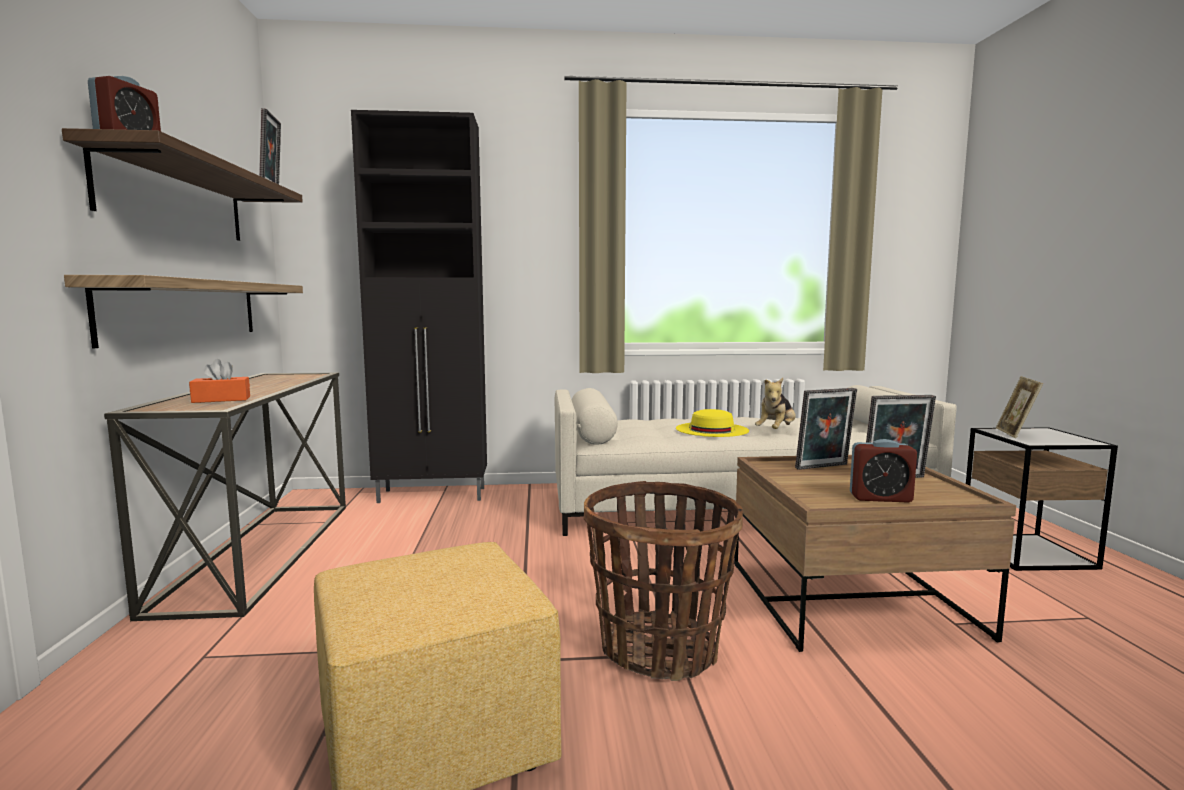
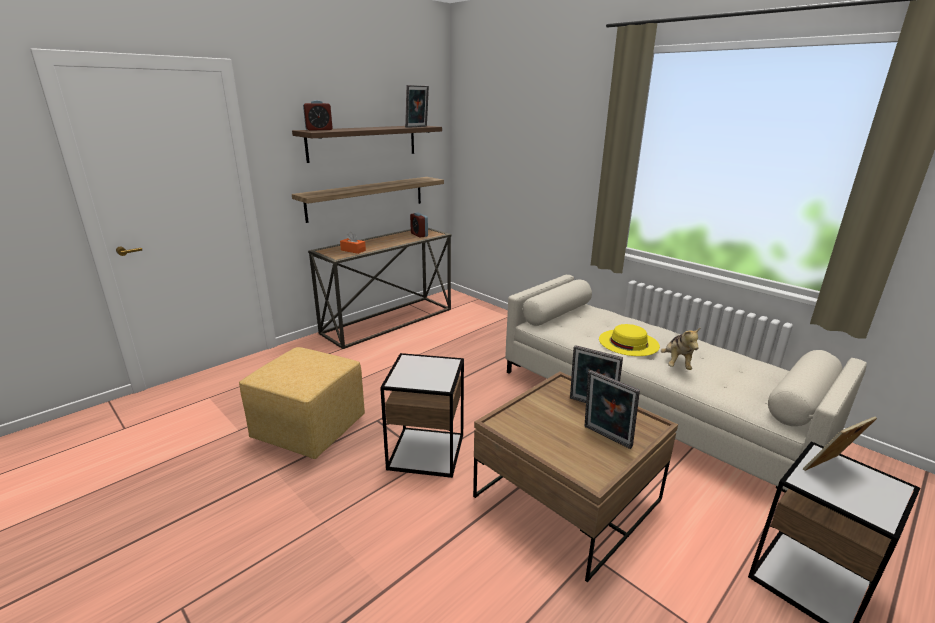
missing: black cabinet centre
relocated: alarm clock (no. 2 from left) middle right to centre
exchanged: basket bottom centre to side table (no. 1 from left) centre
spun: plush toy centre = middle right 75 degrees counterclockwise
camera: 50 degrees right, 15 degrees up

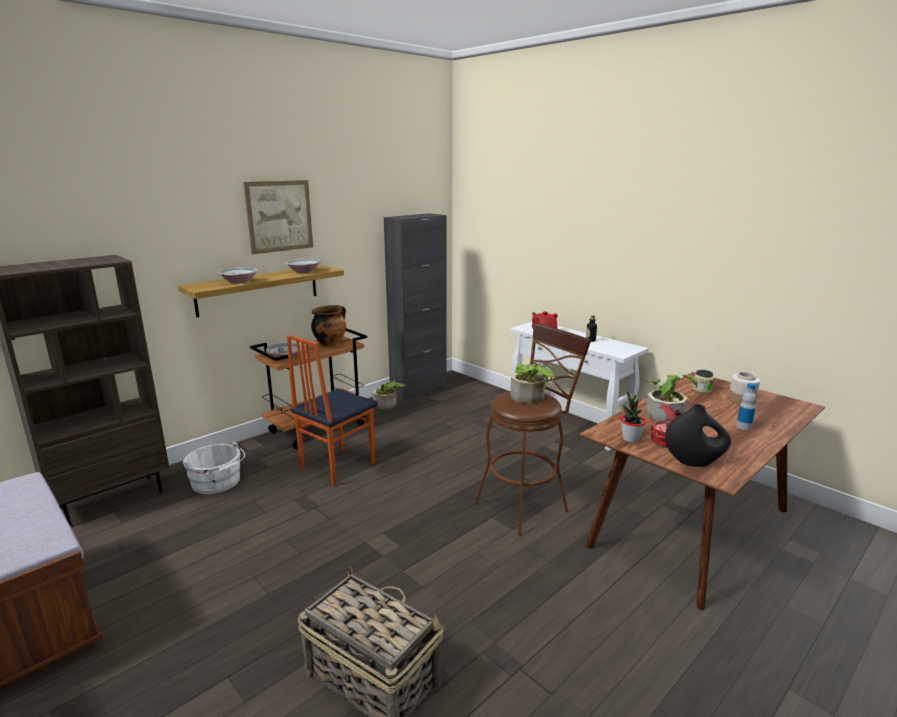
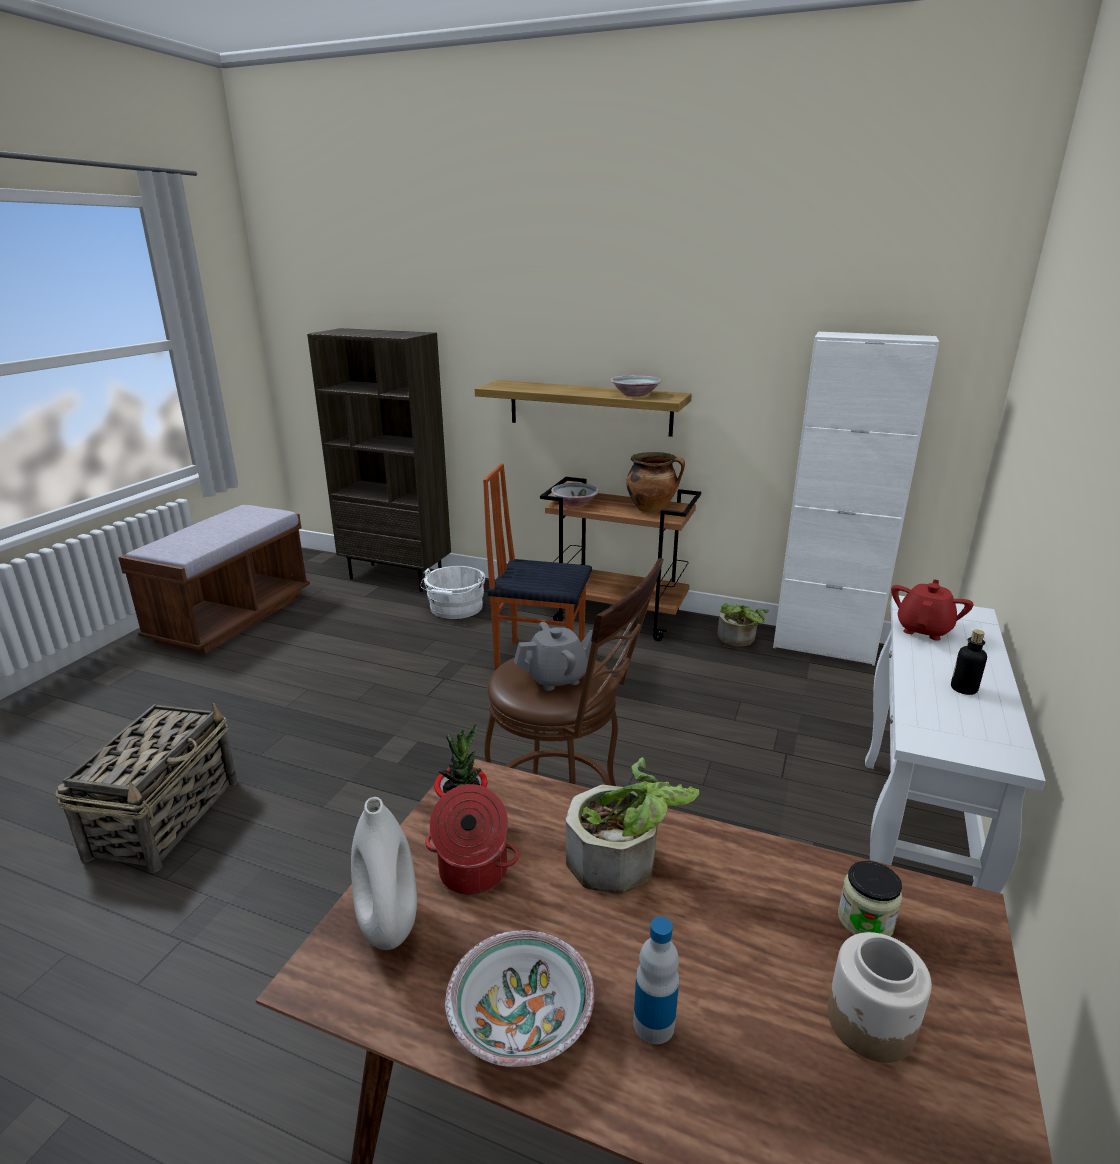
missing: picture top left
relocated: bowl (no. 1 from left) middle left to bottom centre
exchanged: potted plant (no. 2 from left) centre to grey teapot centre
colour: black cabinet centre to white cabinet middle right; black vase middle right to white vase bottom centre
camera: 65 degrees right, 5 degrees up

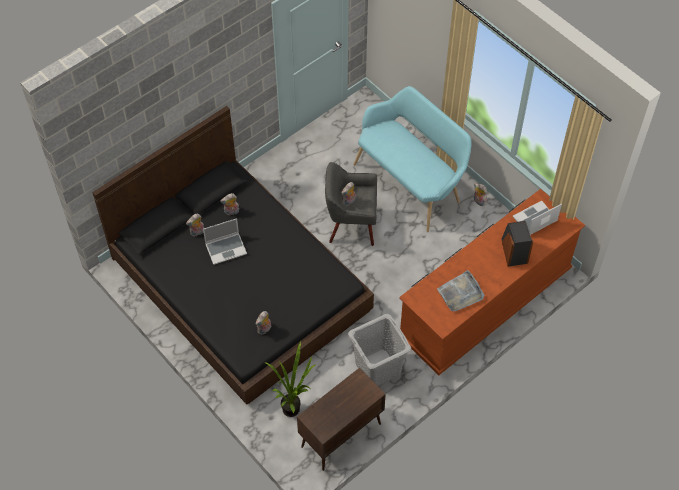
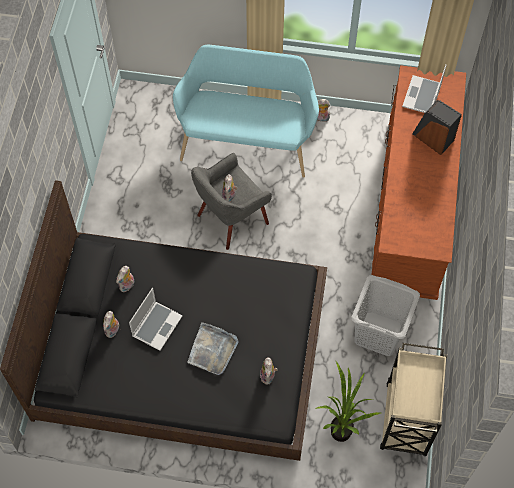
relocated: grey tray middle right to bottom centre
exchanged: brown cabinet bottom centre to beige cart bottom right
camera: 40 degrees left, 5 degrees up

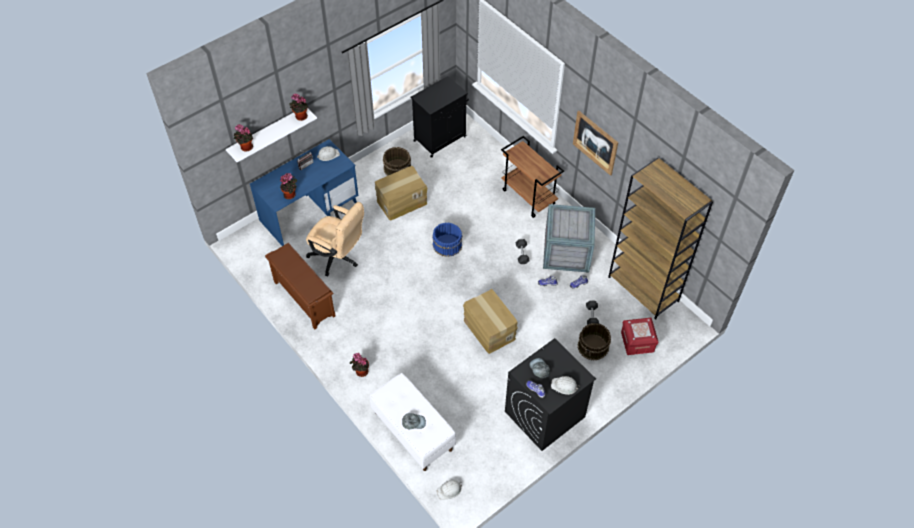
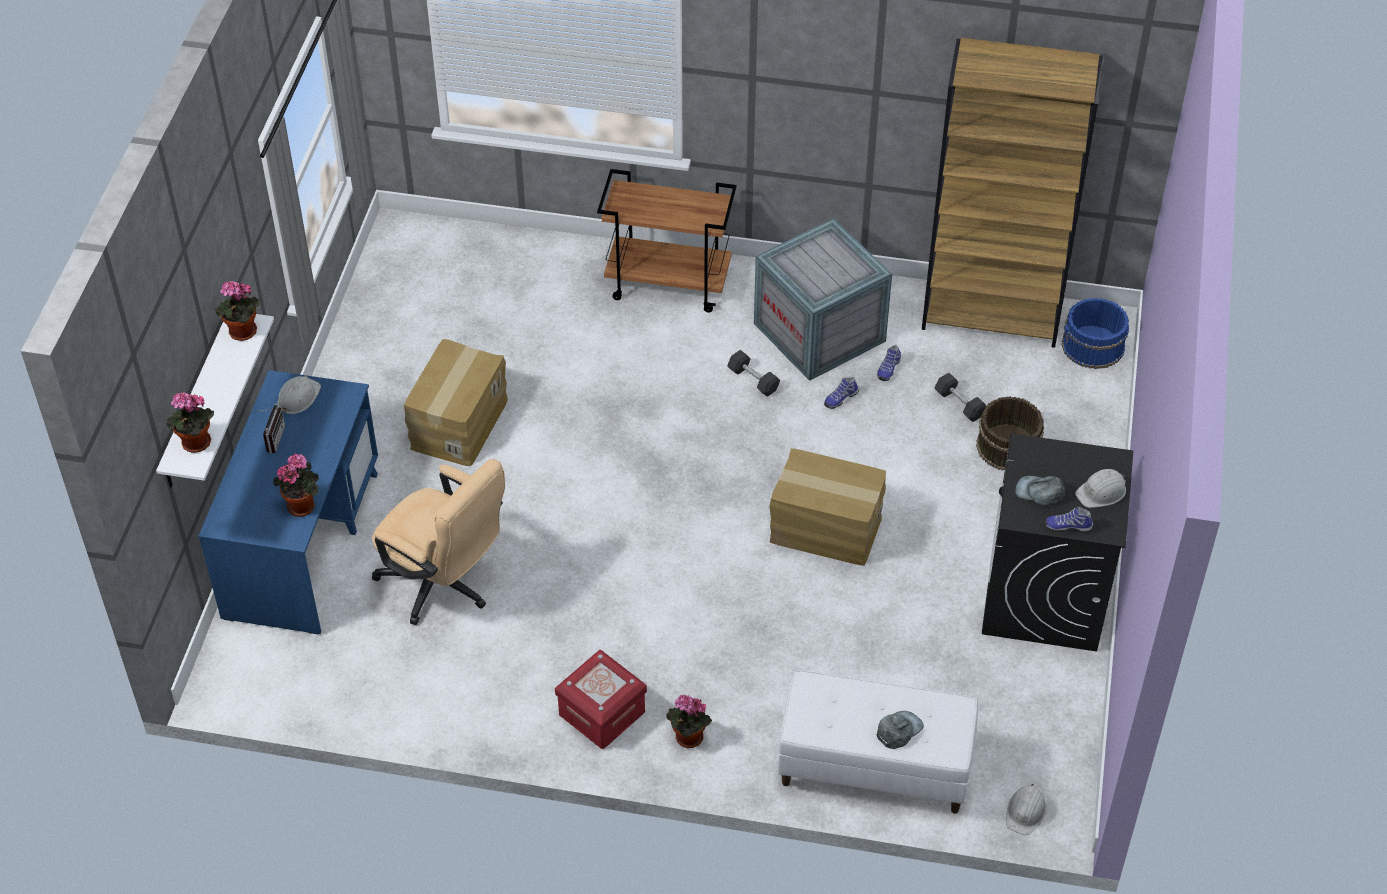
missing: brown shoe rack middle left; brown bucket (no. 1 from left) top centre; black cabinet top centre; picture top centre
relocated: blue bucket centre to middle right; red storage box middle right to bottom centre
spun: beige office chair centre = middle left 45 degrees clockwise
camera: 40 degrees left, 5 degrees down

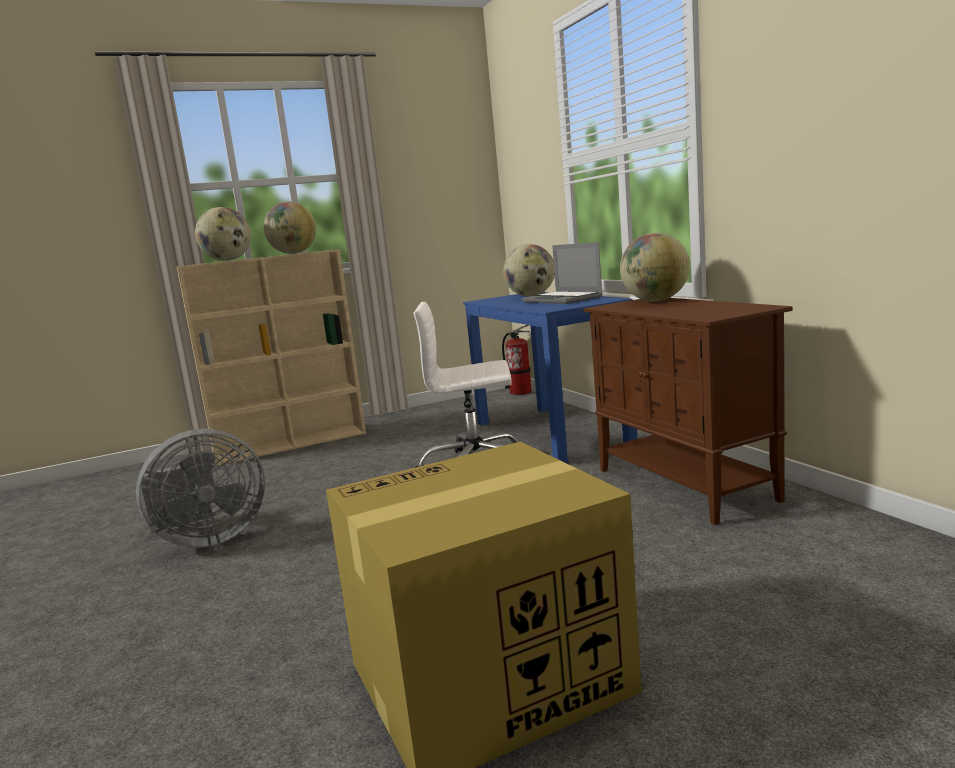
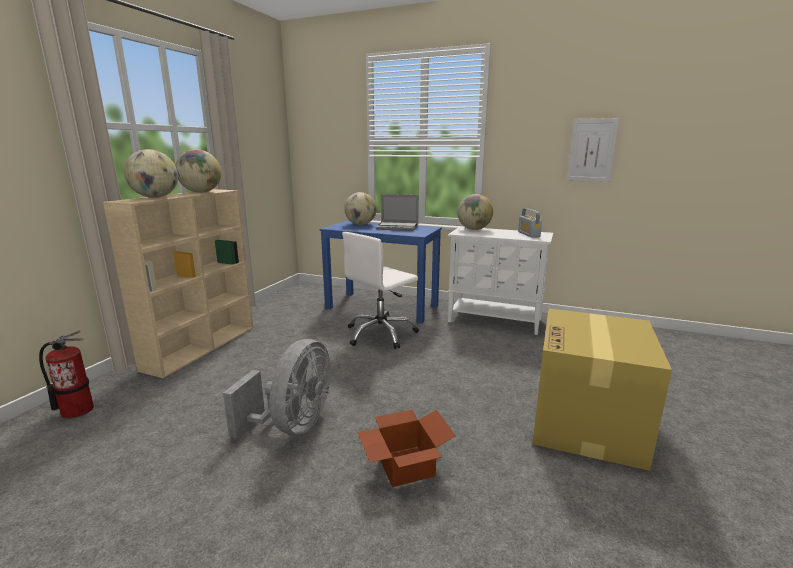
appeared: cardboard box (no. 1 from left) bottom centre; radio middle right; picture top right
relocated: fire extinguisher centre to middle left
colour: brown cabinet middle right to white cabinet centre
camera: 45 degrees left, 5 degrees up

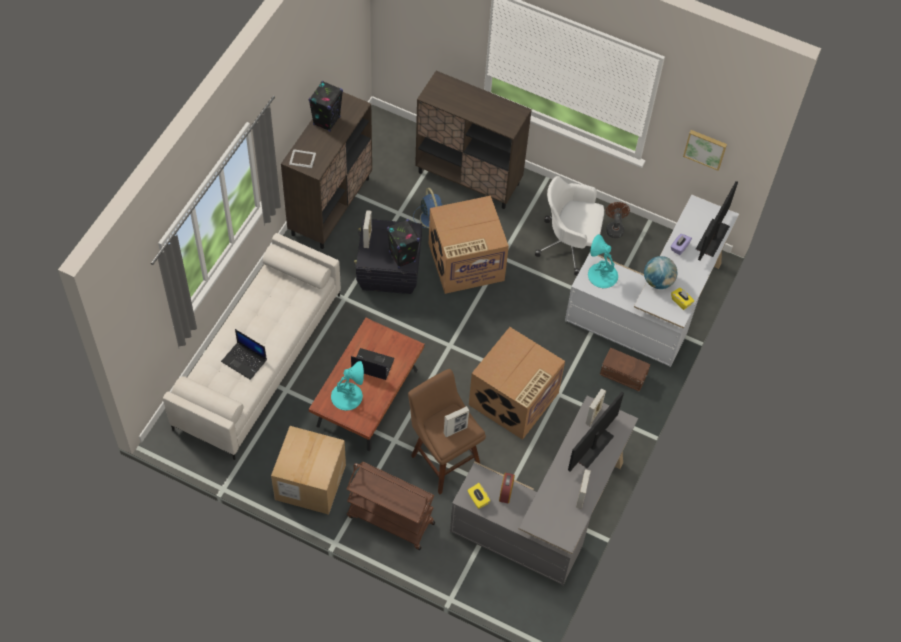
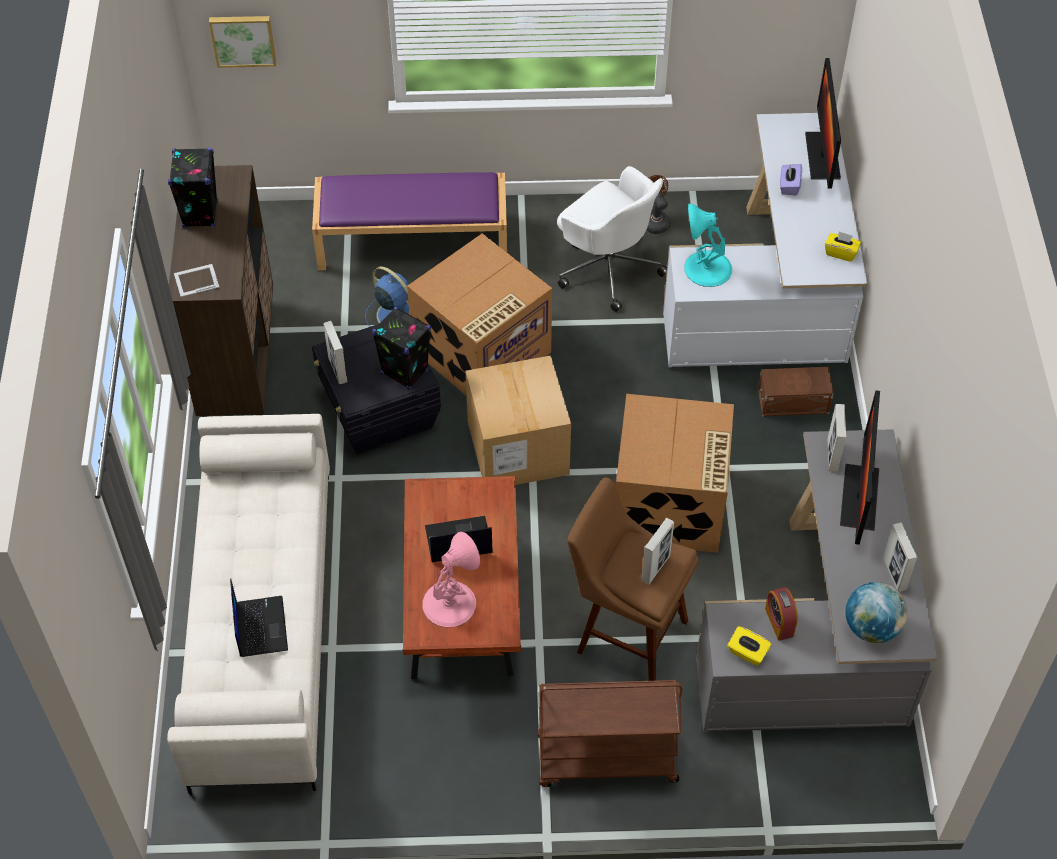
relocated: cardboard box (no. 1 from left in the first image) bottom centre to cardboard box (no. 2 from left) centre; globe middle right to bottom right; picture top right to top left
exchanged: brown cabinet (no. 2 from left) top centre to purple bench top centre
colour: turquoise table lamp (no. 1 from left) centre to pink table lamp bottom centre
spun: laptop (no. 1 from left) middle left = bottom left 105 degrees counterclockwise; white office chair centre = top centre 120 degrees counterclockwise
camera: 25 degrees left, 5 degrees down

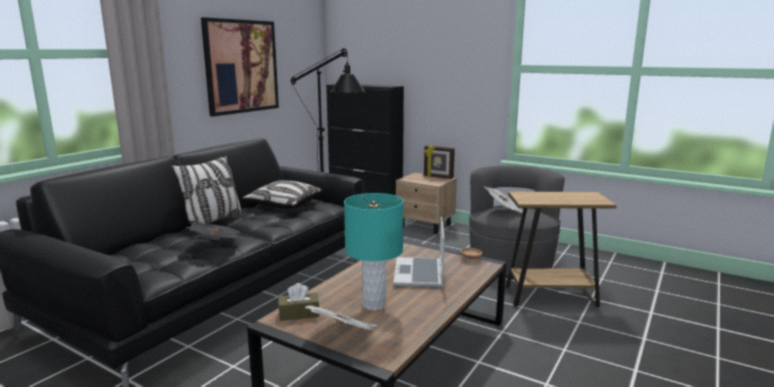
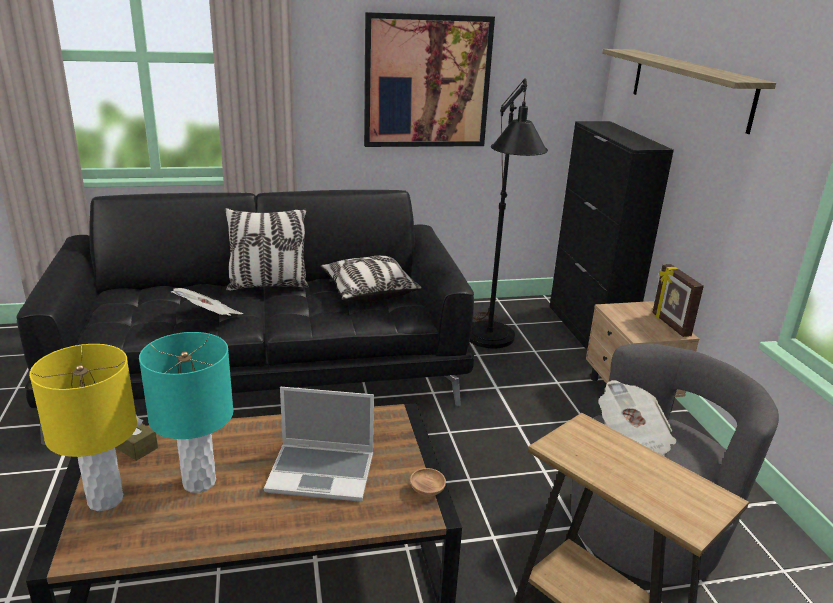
appeared: shelf top right
exchanged: newspaper (no. 2 from left) bottom centre to yellow table lamp bottom left
spun: laptop centre = bottom centre 135 degrees counterclockwise
camera: 45 degrees right, 10 degrees up

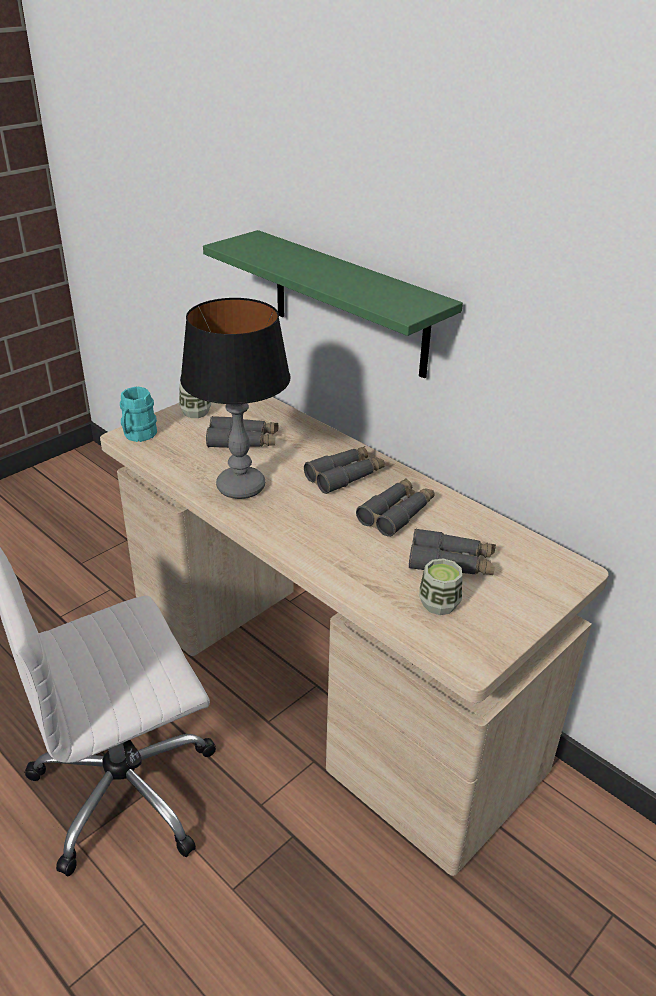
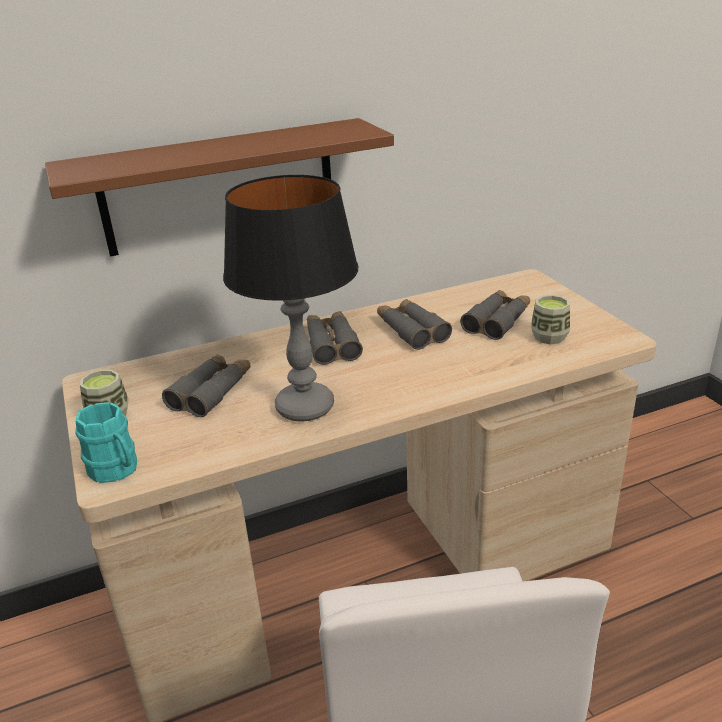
colour: green shelf top centre to brown shelf top left
camera: 65 degrees left, 5 degrees down

